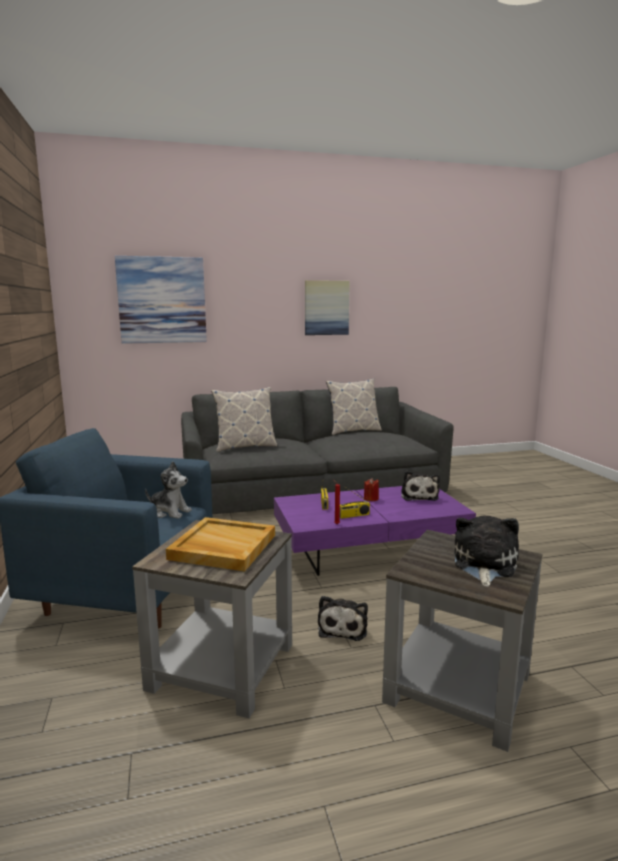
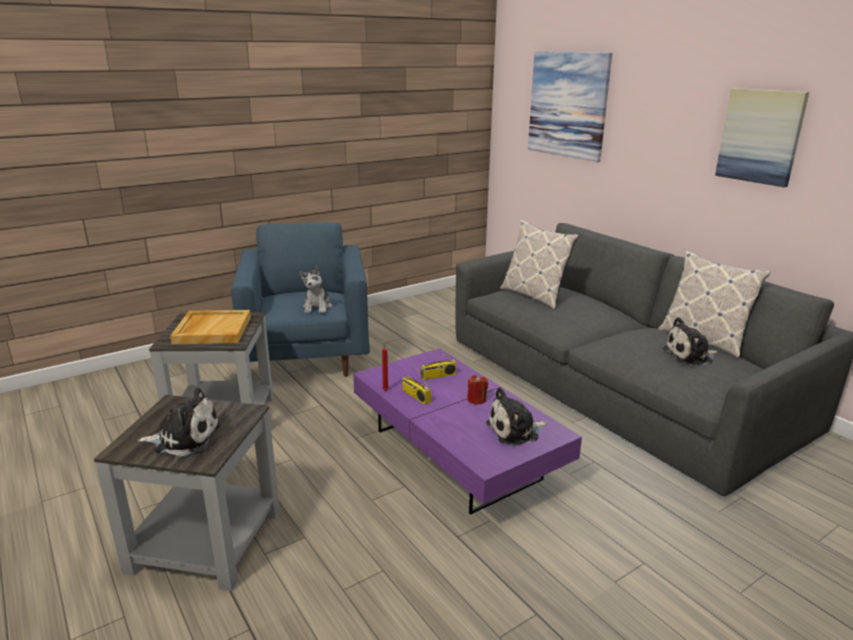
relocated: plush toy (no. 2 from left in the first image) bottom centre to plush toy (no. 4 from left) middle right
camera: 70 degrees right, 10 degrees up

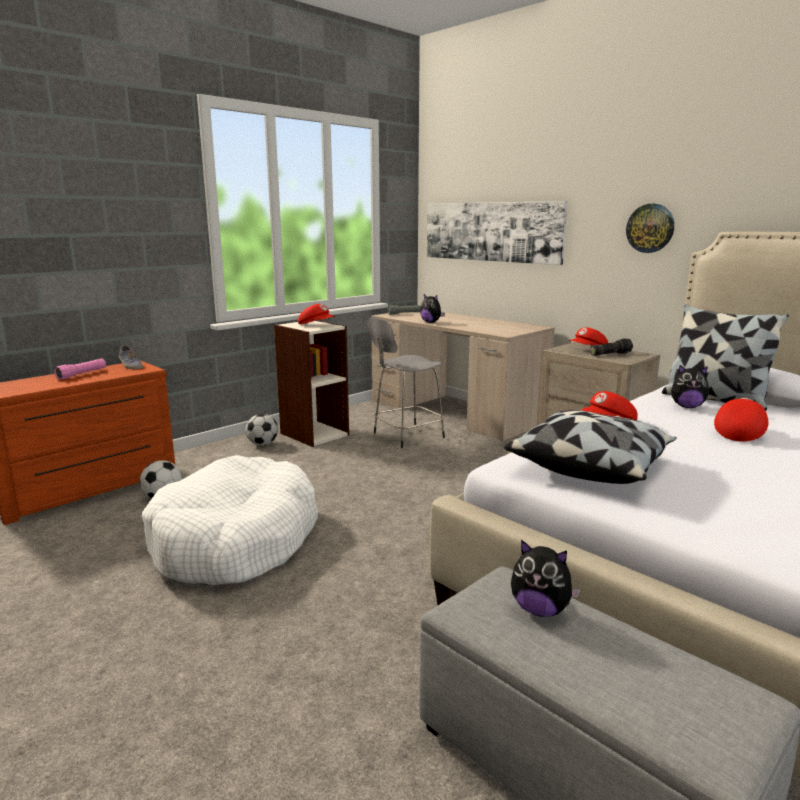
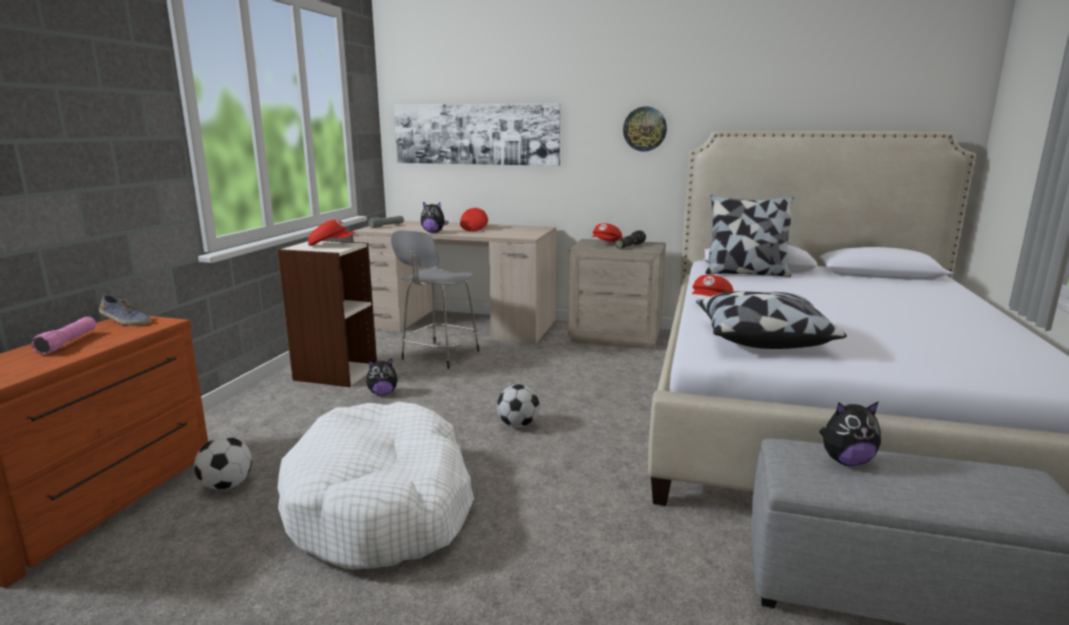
relocated: football (no. 2 from left) middle left to centre; plush toy (no. 3 from left in the first image) middle right to plush toy (no. 1 from left) centre; red cap (no. 4 from left in the first image) middle right to red cap (no. 2 from left) centre
camera: 30 degrees left, 0 degrees up

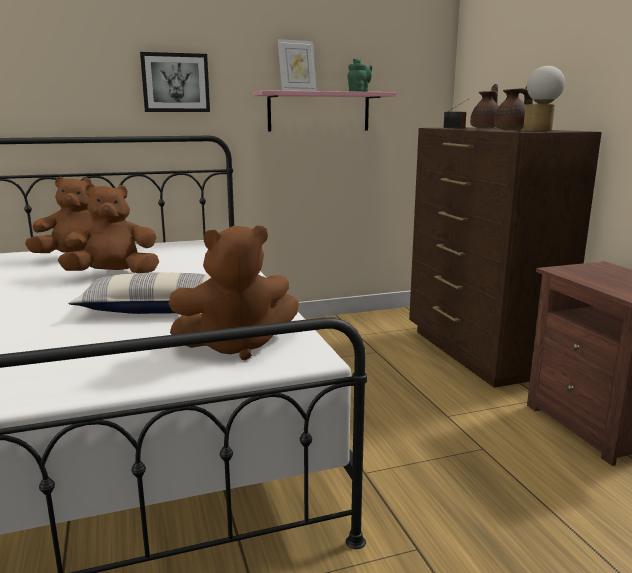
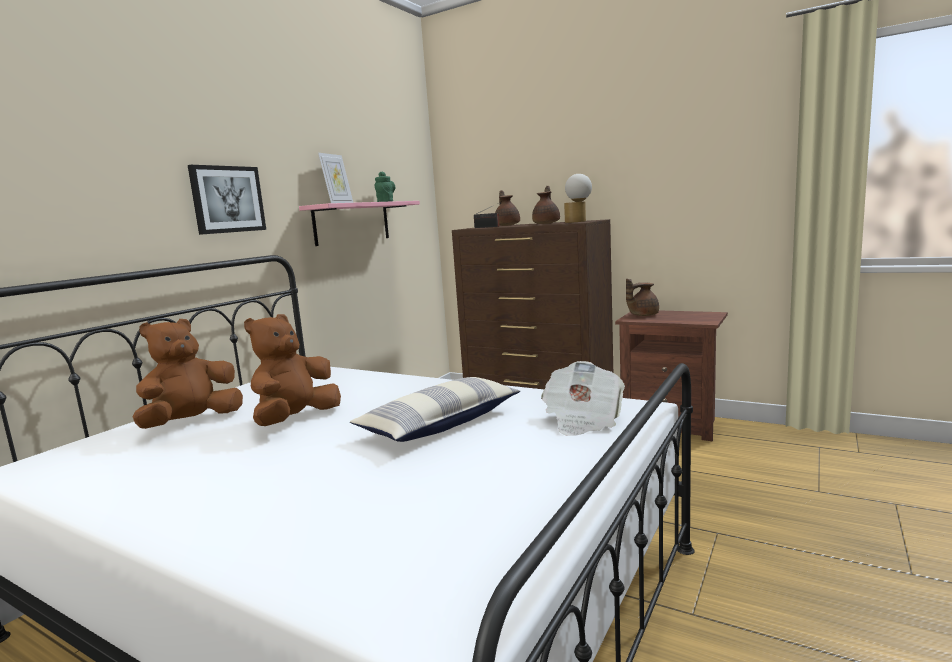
appeared: brown teapot (no. 3 from left) middle right
exchanged: brown plush toy (no. 3 from left) centre to newspaper centre
camera: 40 degrees left, 5 degrees down

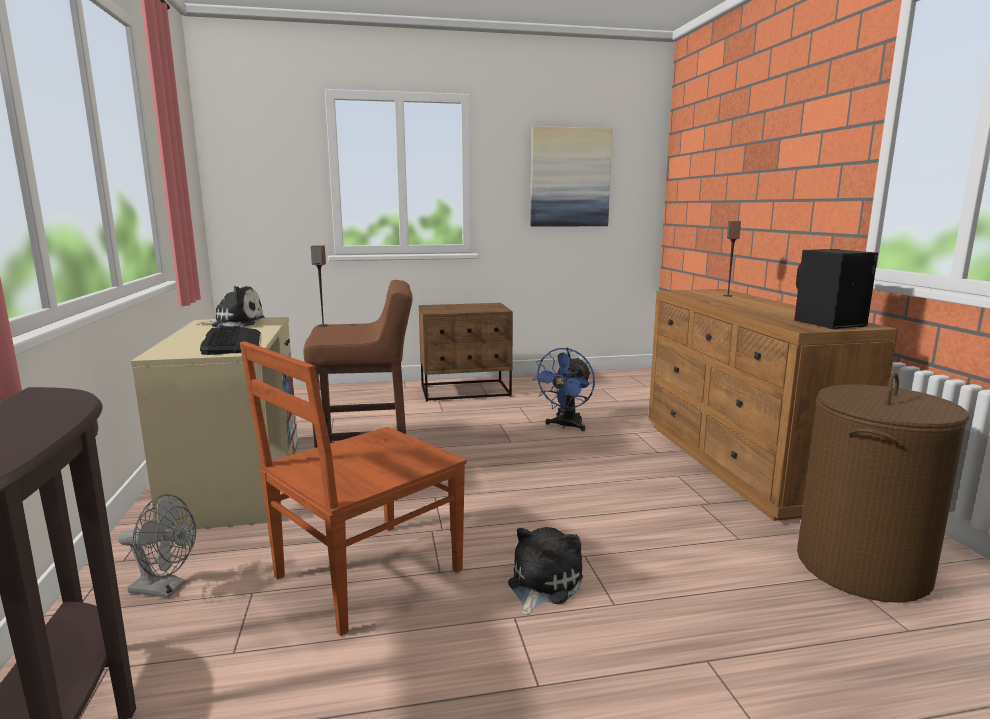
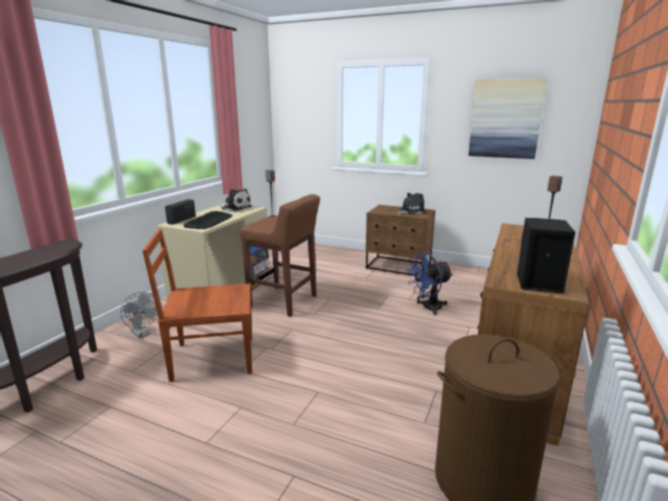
appeared: radio middle left
relocated: plush toy (no. 2 from left) bottom centre to centre
camera: 35 degrees right, 5 degrees up

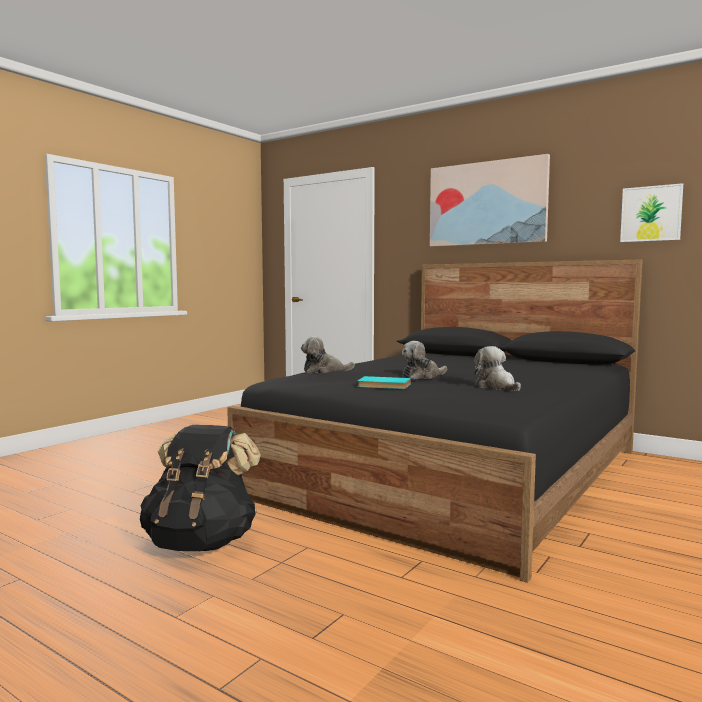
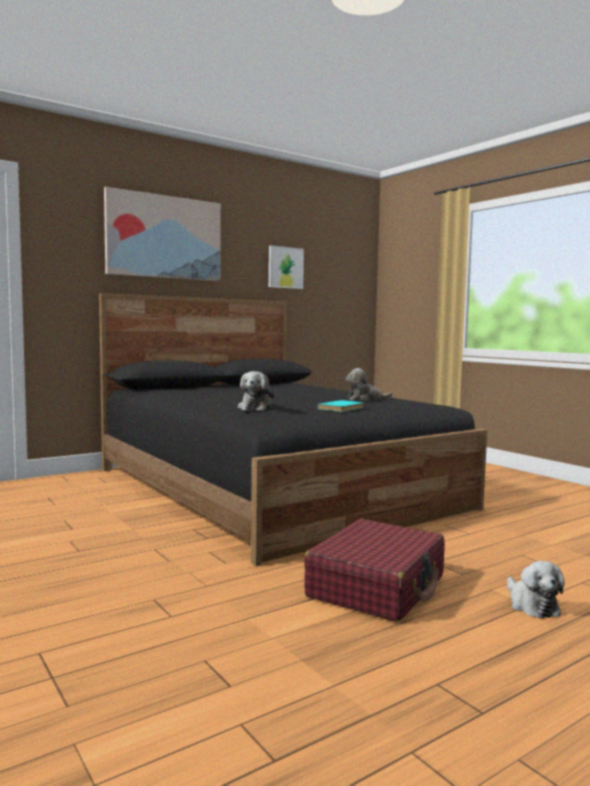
relocated: plush toy (no. 2 from left in the first image) centre to plush toy (no. 3 from left) bottom right
exchanged: black backpack bottom left to red suitcase bottom centre
camera: 70 degrees left, 0 degrees up

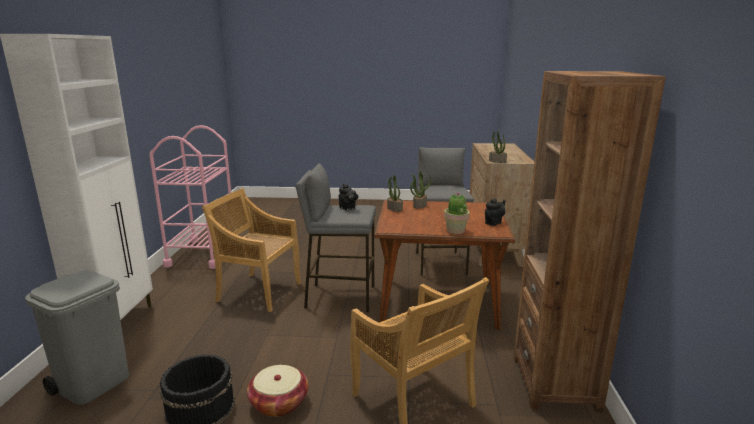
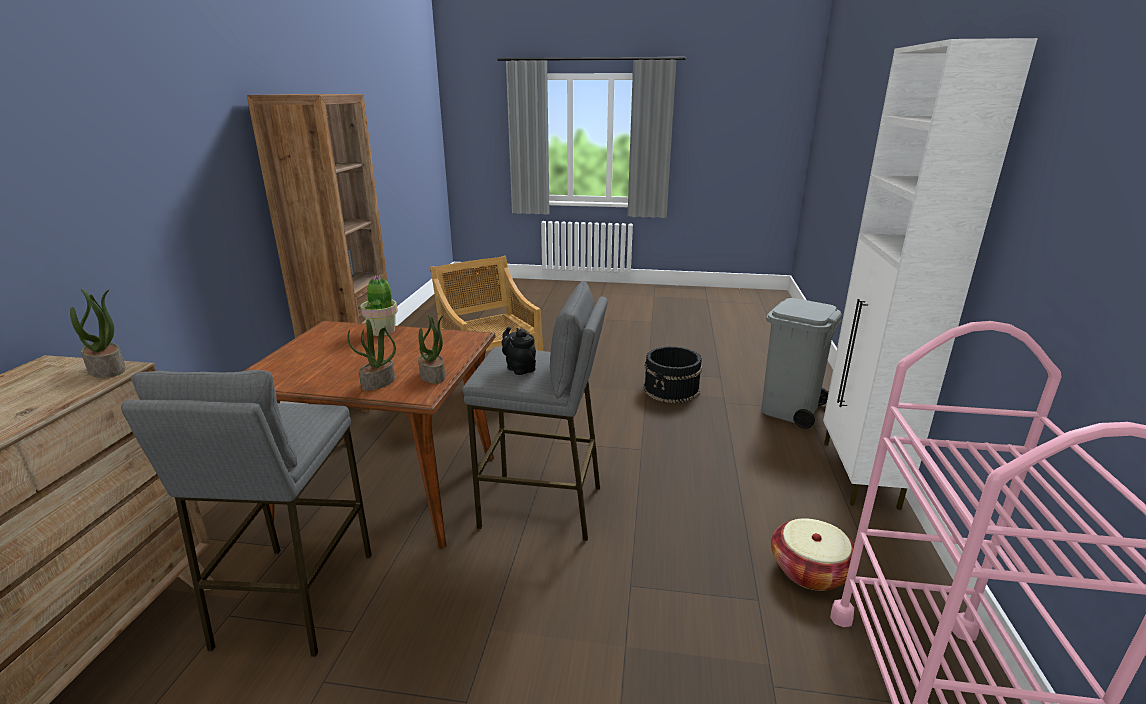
missing: beige chair (no. 1 from left) middle left; black teapot (no. 2 from left) centre
relocated: basket bottom centre to bottom right
camera: 175 degrees left, 5 degrees up

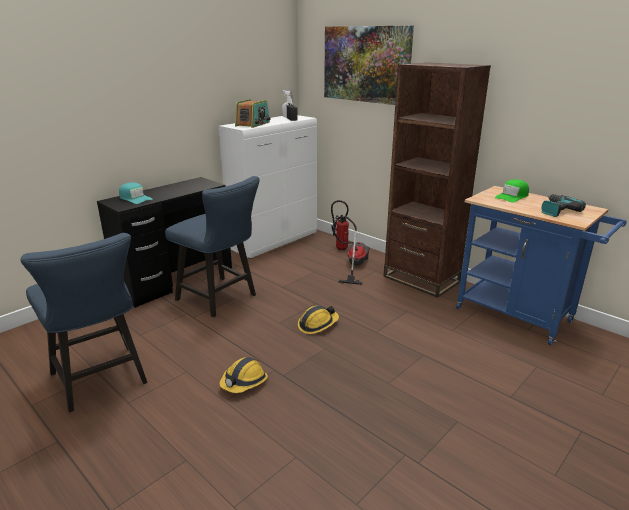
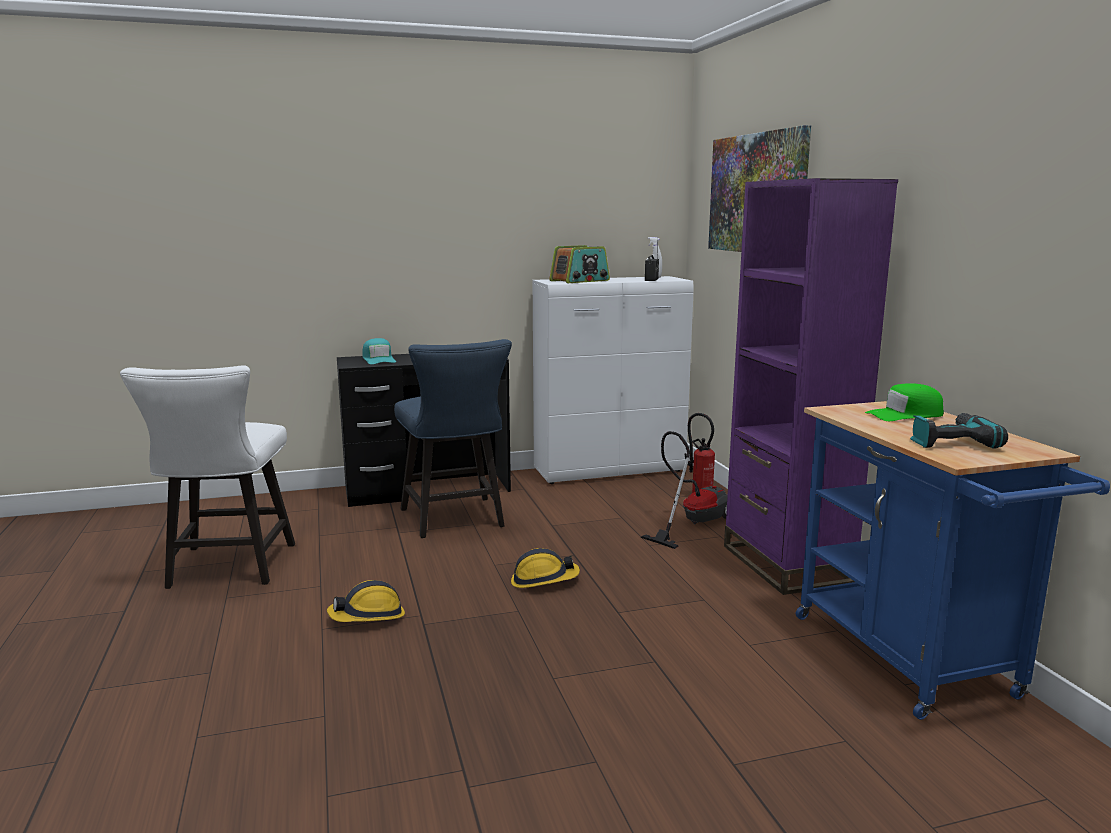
colour: blue chair (no. 1 from left) middle left to white chair middle left; brown bookcase middle right to purple bookcase middle right
camera: 30 degrees right, 10 degrees down

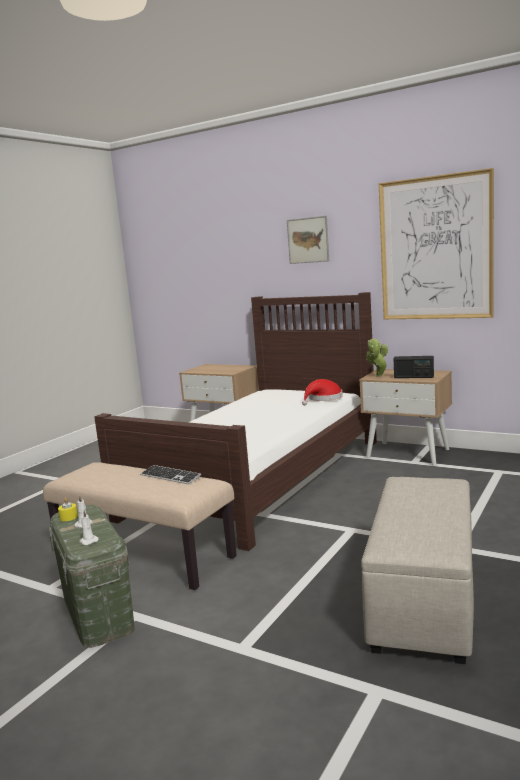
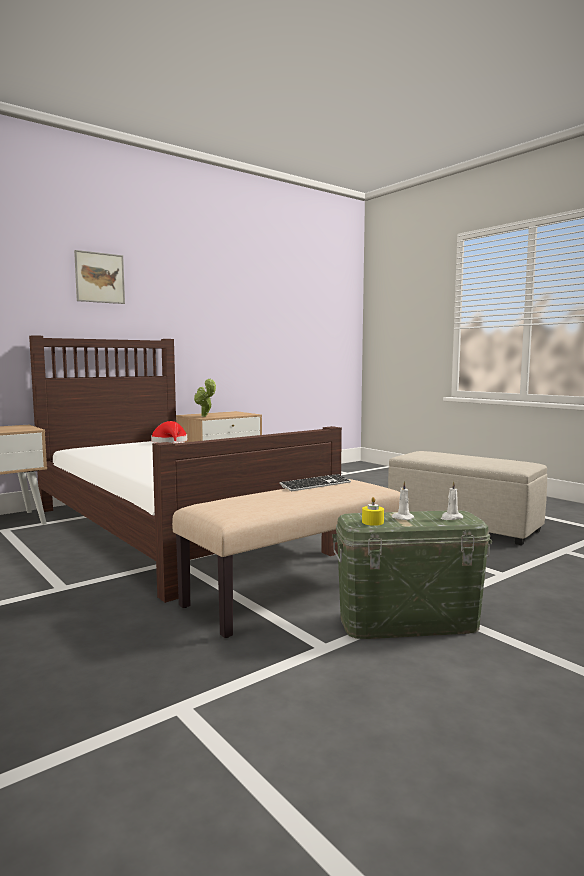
missing: picture (no. 2 from left) top right; radio middle right
camera: 70 degrees left, 5 degrees down

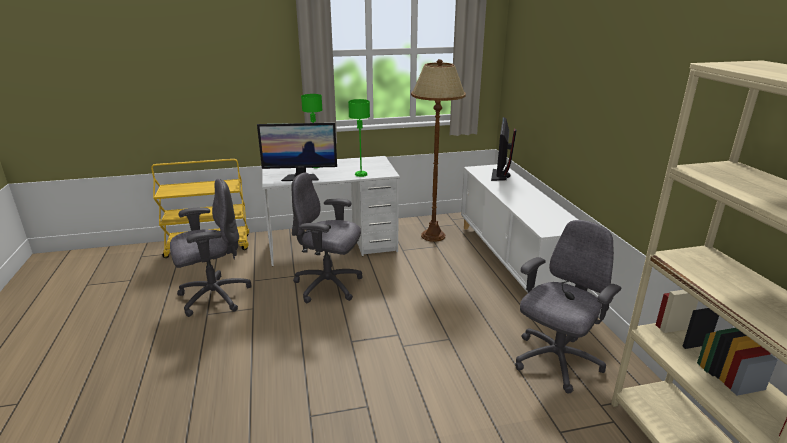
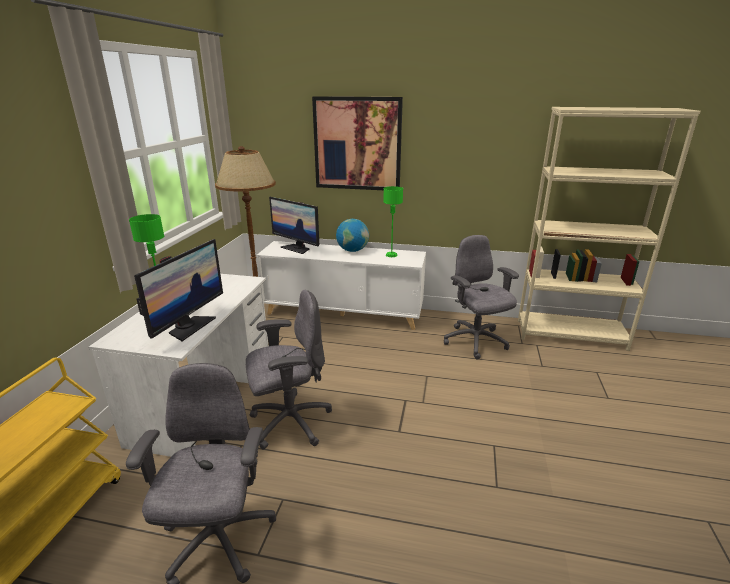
appeared: picture top centre; globe centre
relocated: green table lamp (no. 2 from left) top centre to centre
spun: grey office chair (no. 2 from left) centre = centre 150 degrees counterclockwise
camera: 65 degrees left, 0 degrees up

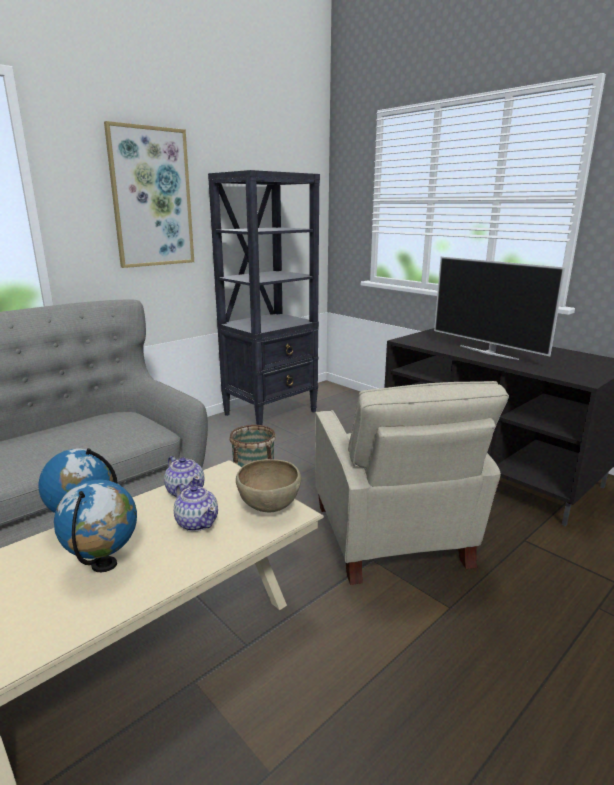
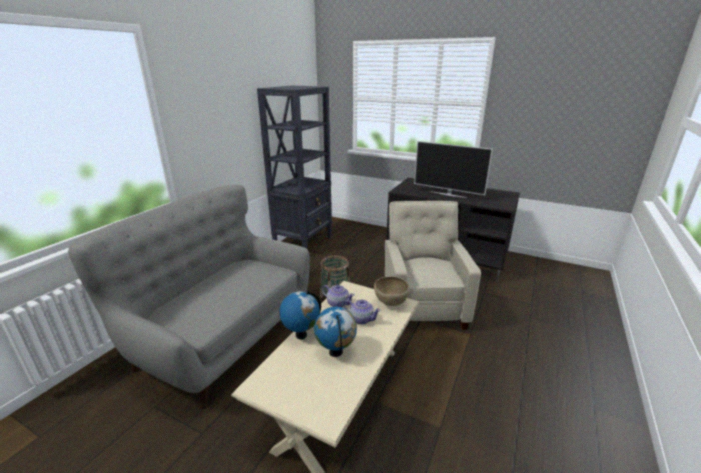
missing: picture top left
spun: beige armchair middle right = centre 150 degrees counterclockwise
camera: 20 degrees left, 5 degrees up

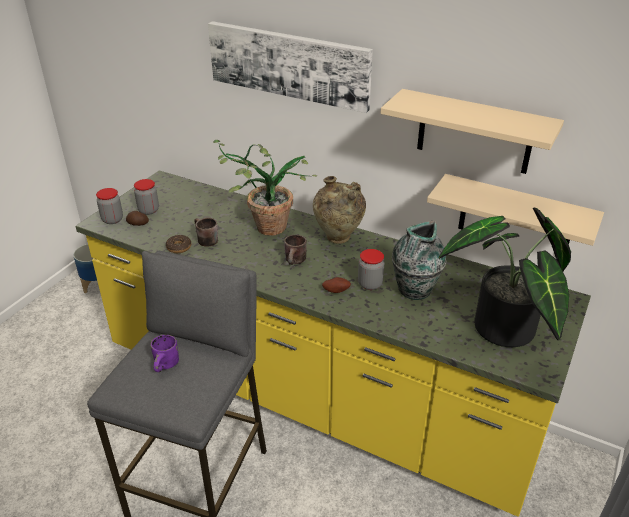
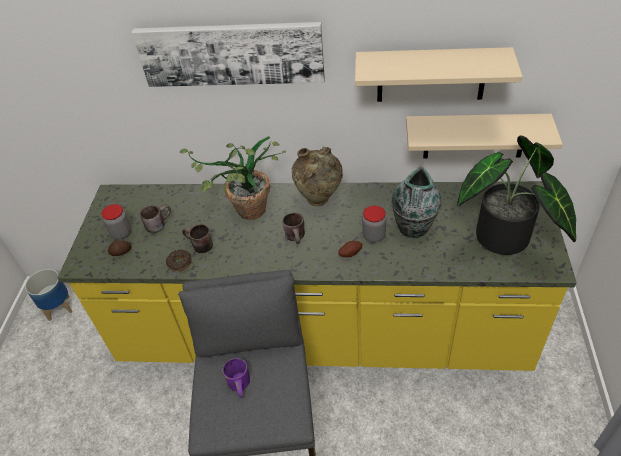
missing: jar (no. 1 from left) middle left
appeared: brown mug (no. 1 from left) middle left
camera: 20 degrees left, 10 degrees up

